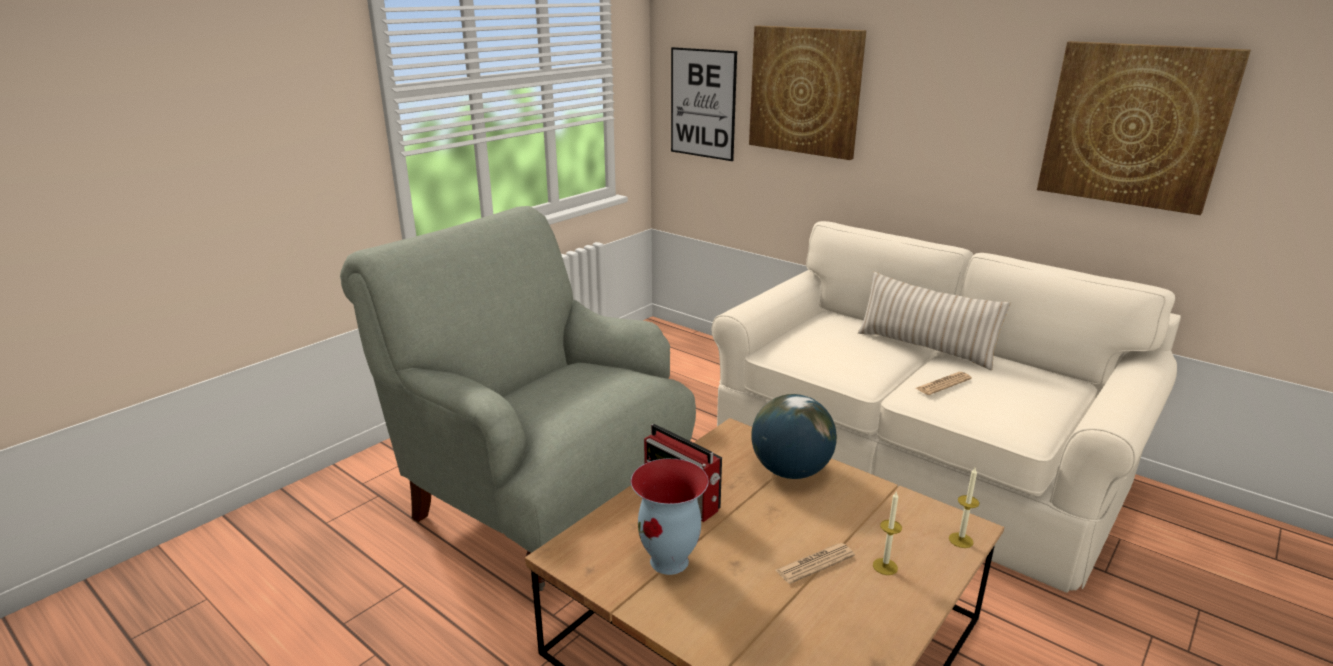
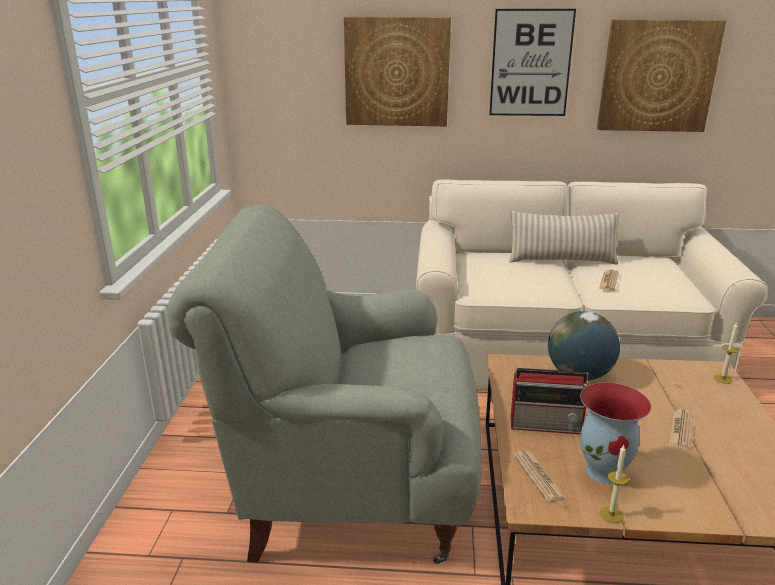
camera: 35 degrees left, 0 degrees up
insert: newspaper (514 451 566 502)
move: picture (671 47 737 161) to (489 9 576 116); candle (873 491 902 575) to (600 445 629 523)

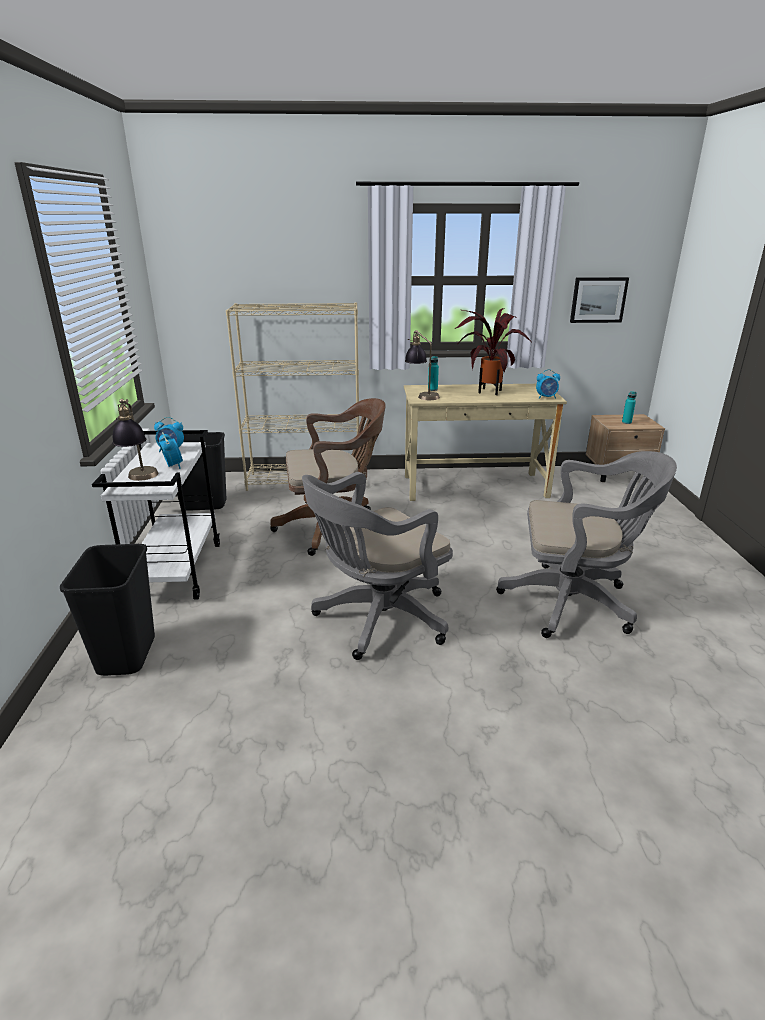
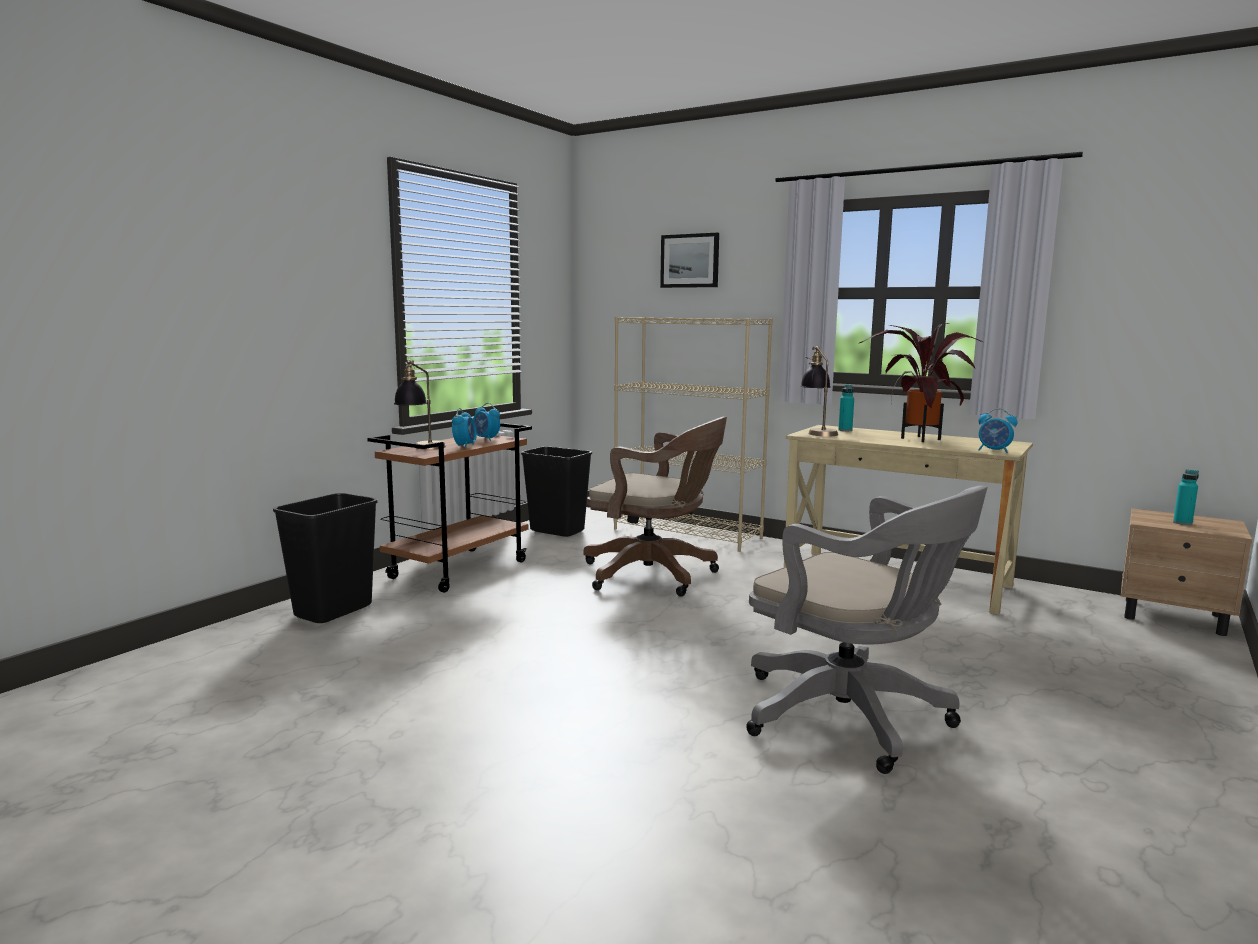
camera: 35 degrees right, 15 degrees down
delete: grey office chair (302 472 453 660)
move: picture (570 277 629 323) to (660 233 719 288)
recolor: white cart (92 430 220 600) to brown cart (367 423 532 593)

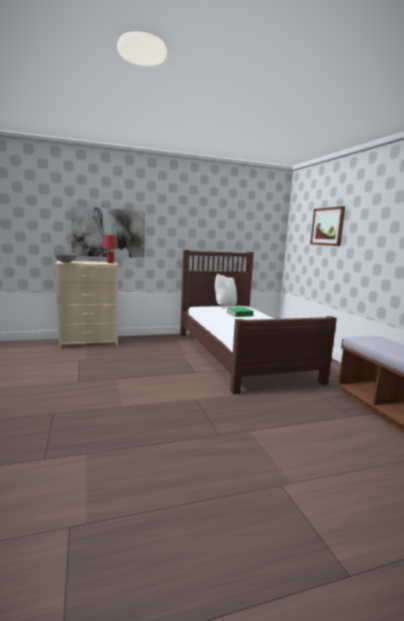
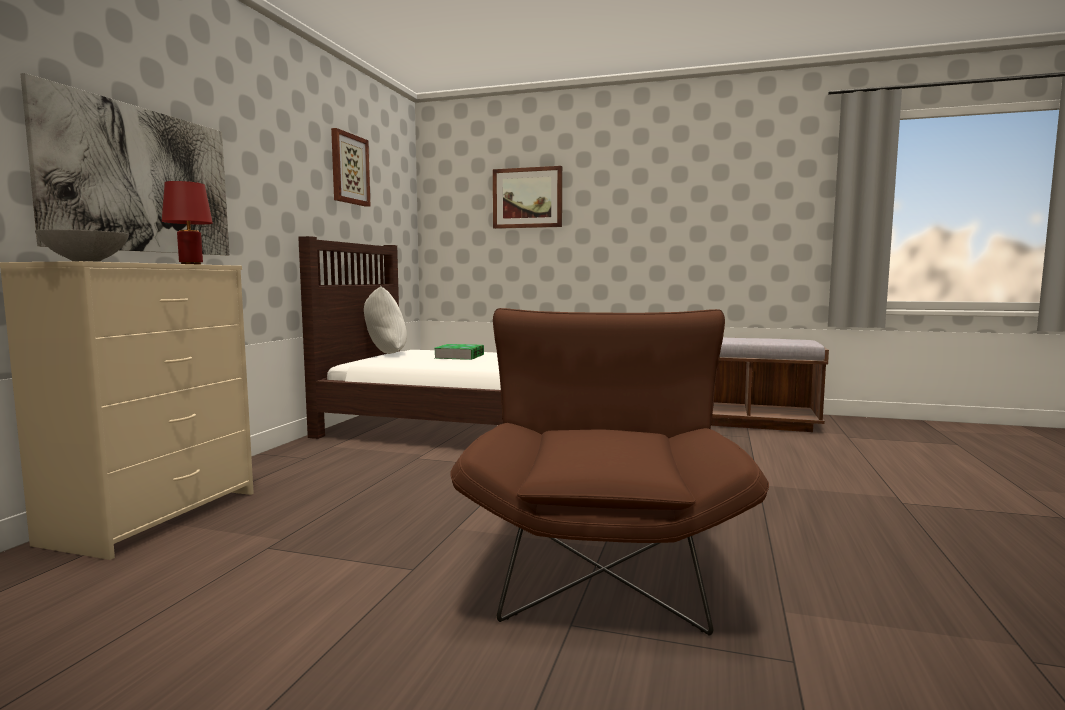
camera: 55 degrees left, 5 degrees down
insert: picture (331 128 371 207); brown armchair (450 308 769 636)

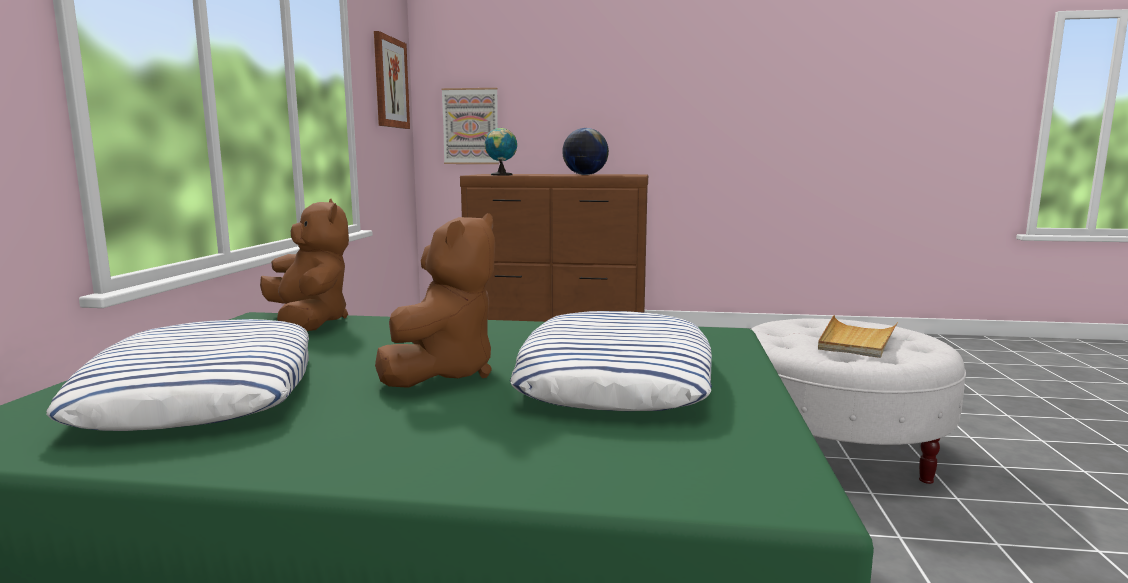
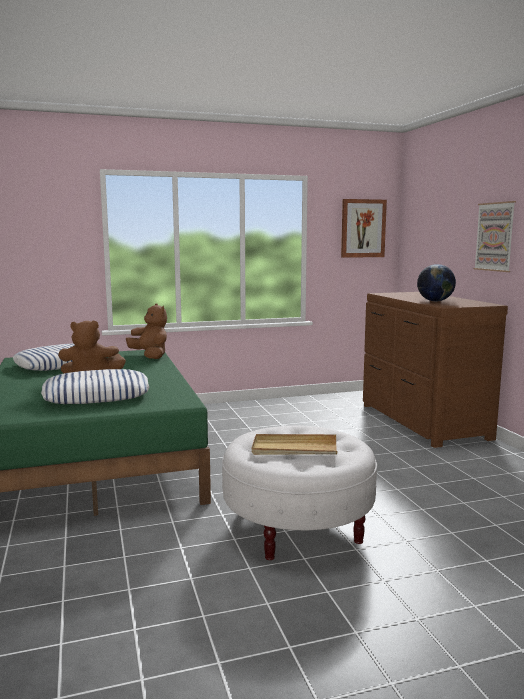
camera: 65 degrees right, 0 degrees up
delete: globe (485 128 517 175)
move: picture (441 88 499 164) to (474 201 516 272)
rotate: brown plush toy (260 199 349 331) = (126 304 167 359) 75 degrees counterclockwise

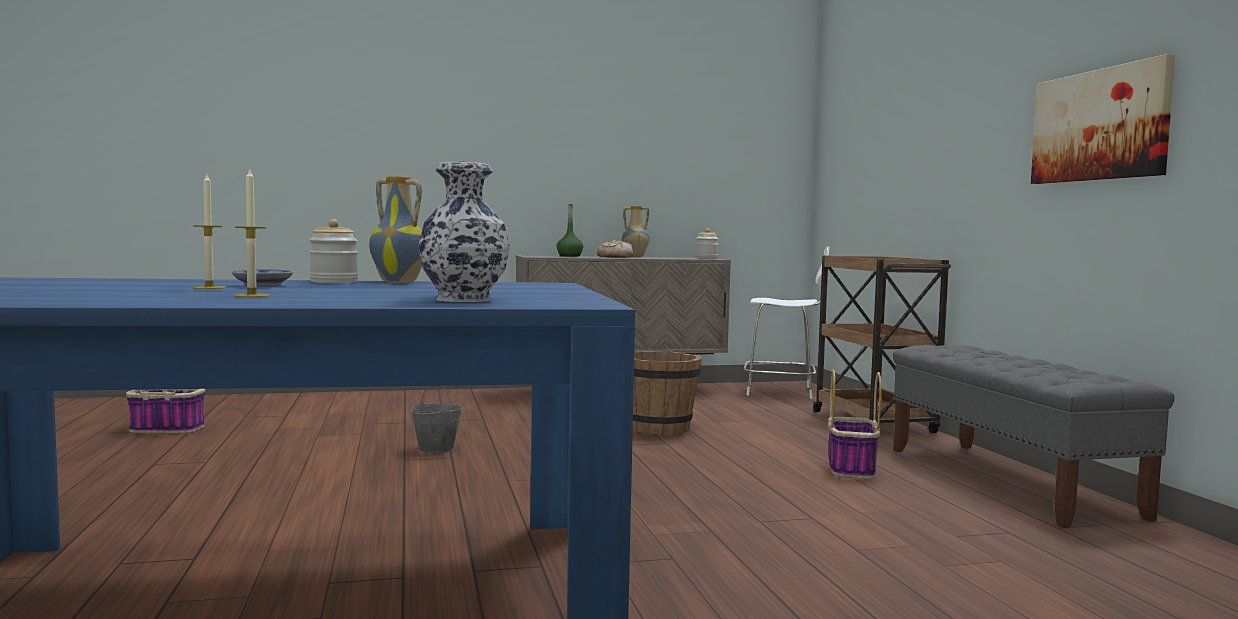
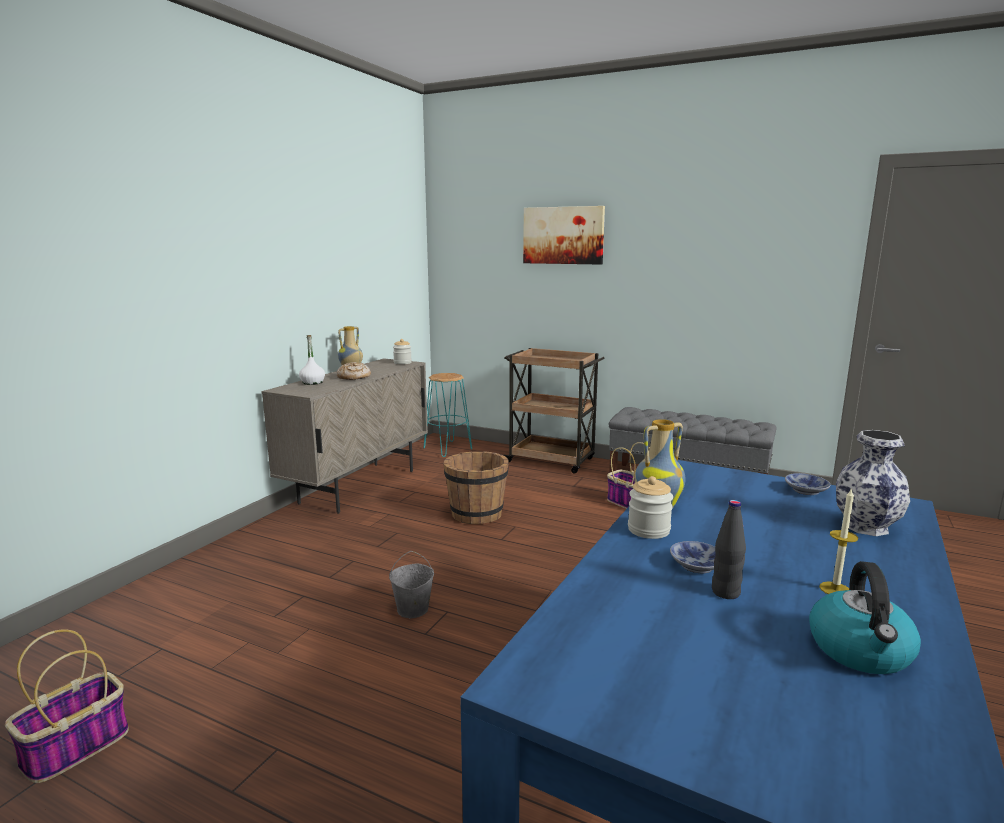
camera: 50 degrees left, 10 degrees up
insert: bowl (785 473 831 495); kettle (809 561 921 674)
move: picture (1031 54 1175 184) to (523 206 605 265)
replace: candle (192 174 226 289) to black bottle (712 500 746 599); white chair (744 247 830 399) to turquoise stool (423 373 472 457)
recolor: green bottle (556 204 583 257) to white bottle (299 335 325 385)

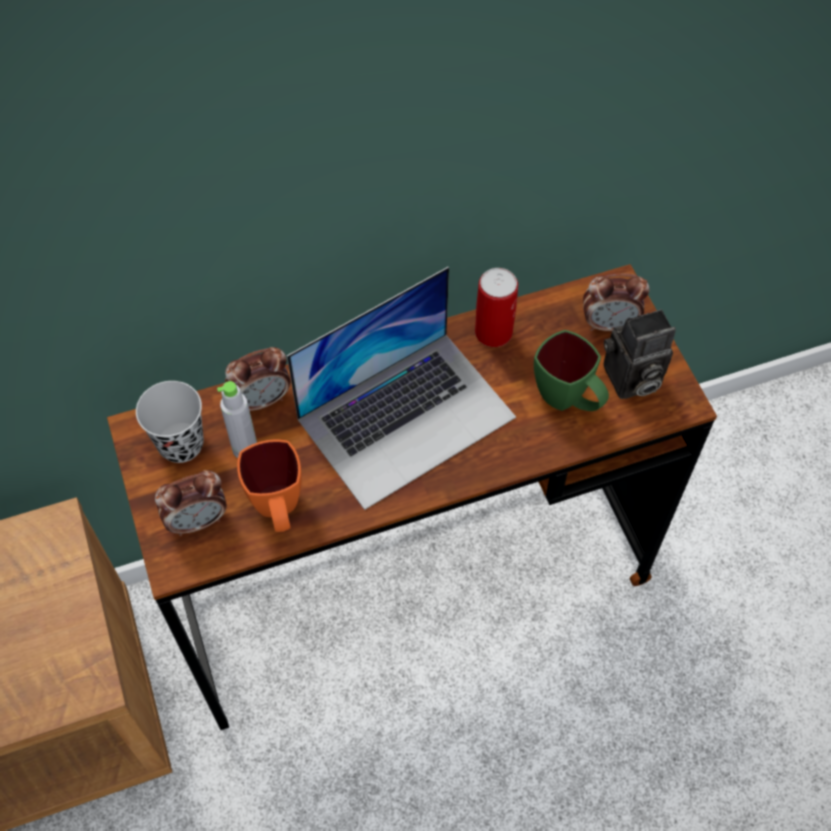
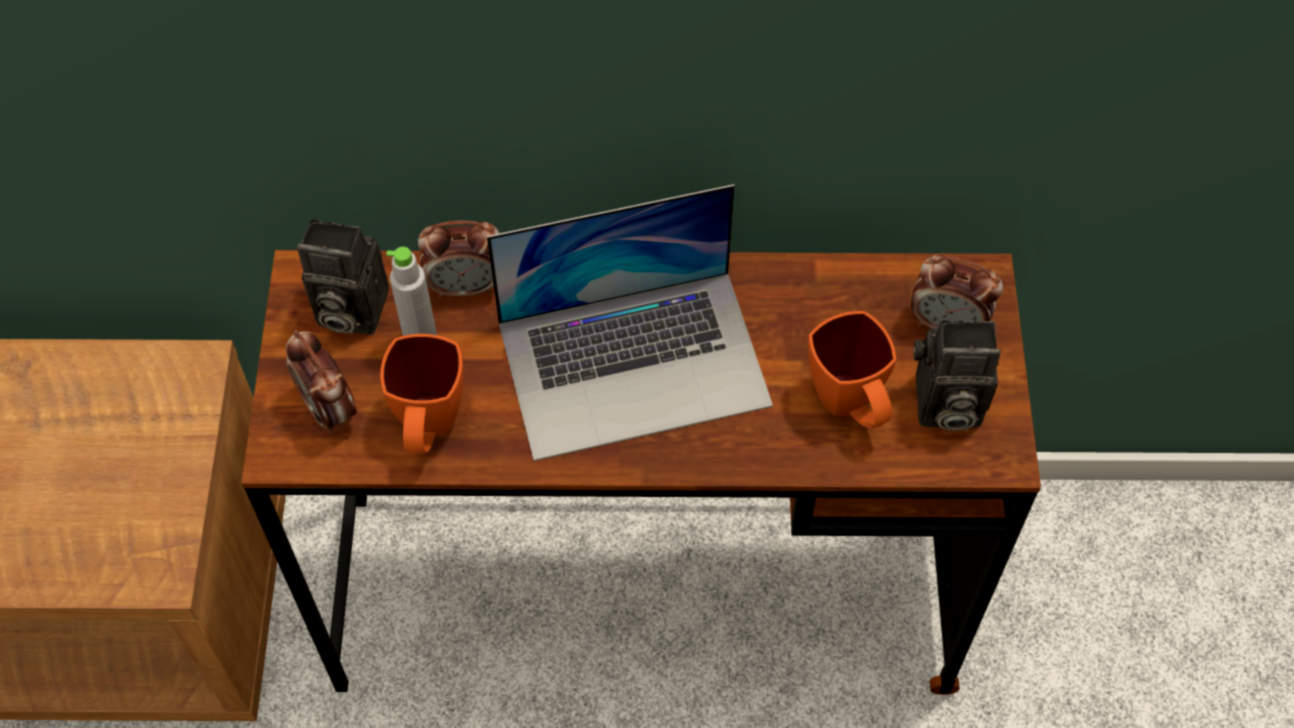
camera: 20 degrees right, 0 degrees up
delete: can (475 268 518 347)
replace: black cup (136 381 204 463) to photo camera (297 219 389 335)
recolor: green mug (534 330 609 411) to orange mug (808 311 896 428)
rotate: alarm clock (155 470 227 536) = (286 330 357 433) 60 degrees clockwise

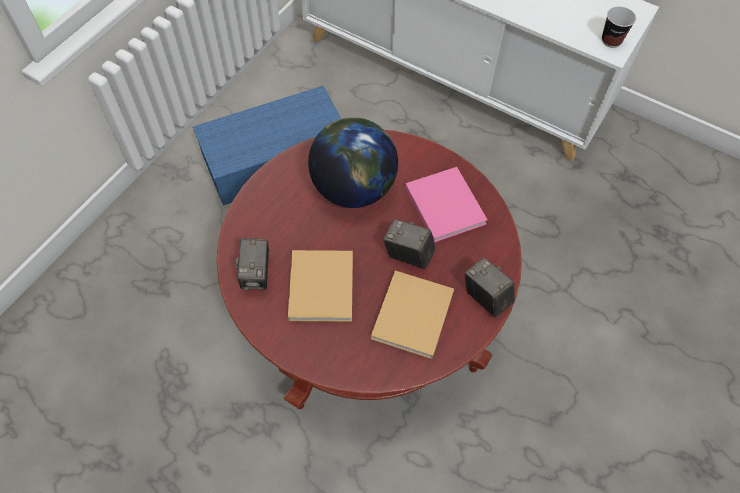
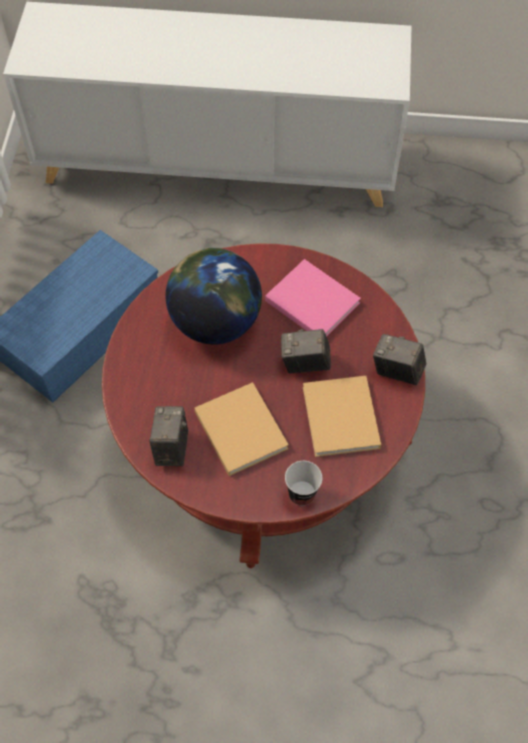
camera: 25 degrees left, 0 degrees up
move: cup (602 6 636 48) to (285 461 322 506)
rotate: photo camera (236 238 269 290) = (149 406 188 466) 150 degrees counterclockwise

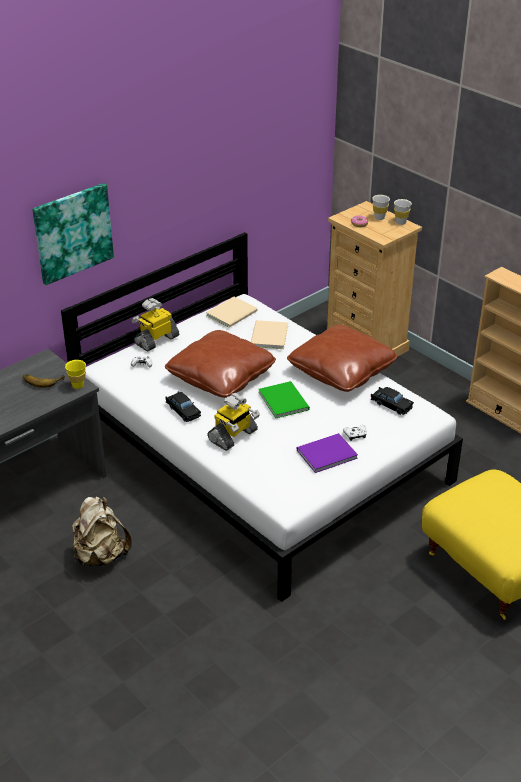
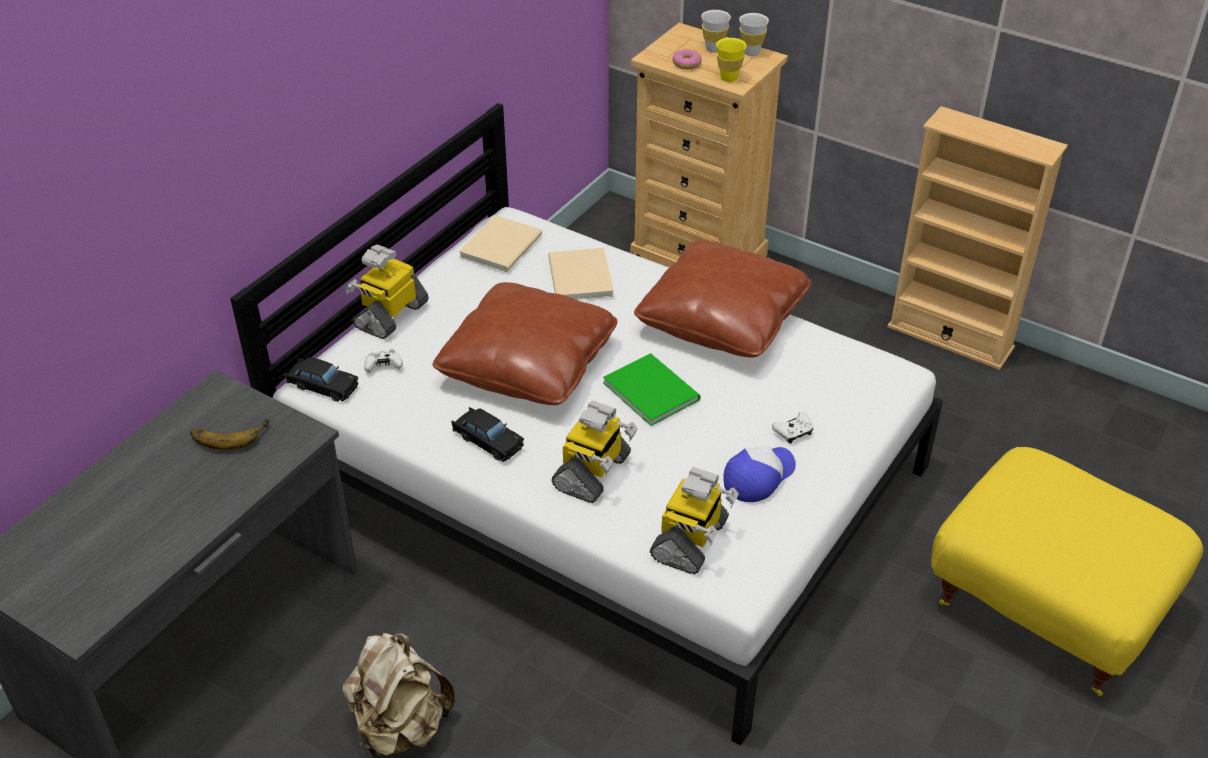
camera: 15 degrees left, 5 degrees up
delete: picture (32 183 114 285)
insert: toy robot (650 467 739 575)
move: yellow cup (65 360 86 389) to (716 38 747 82); black toy car (371 387 414 415) to (284 357 358 402)
replace: purple book (297 433 358 473) to cap (723 447 796 502)

